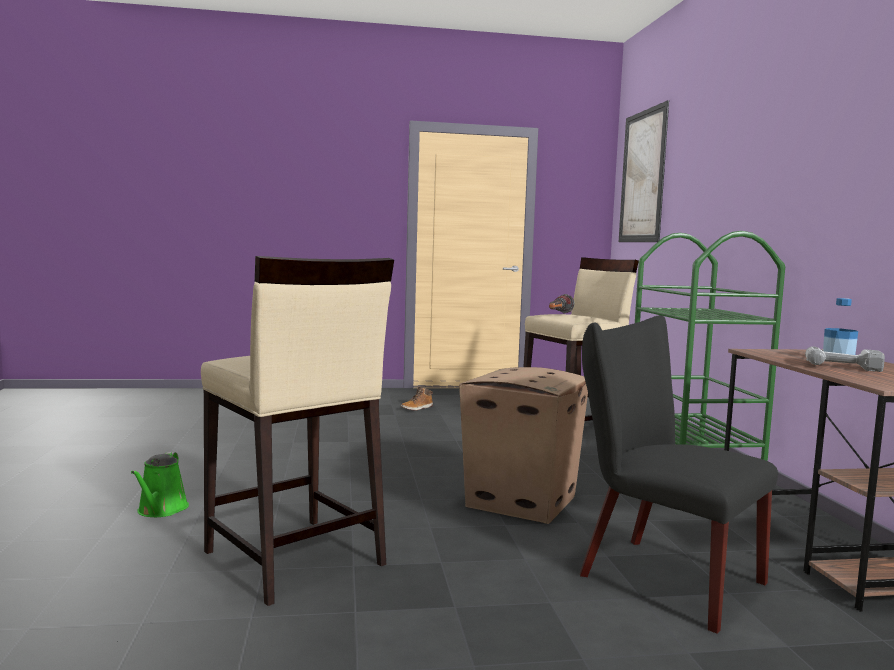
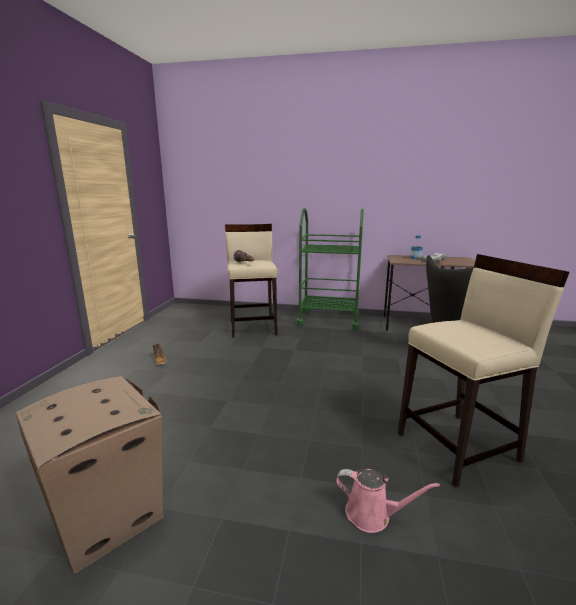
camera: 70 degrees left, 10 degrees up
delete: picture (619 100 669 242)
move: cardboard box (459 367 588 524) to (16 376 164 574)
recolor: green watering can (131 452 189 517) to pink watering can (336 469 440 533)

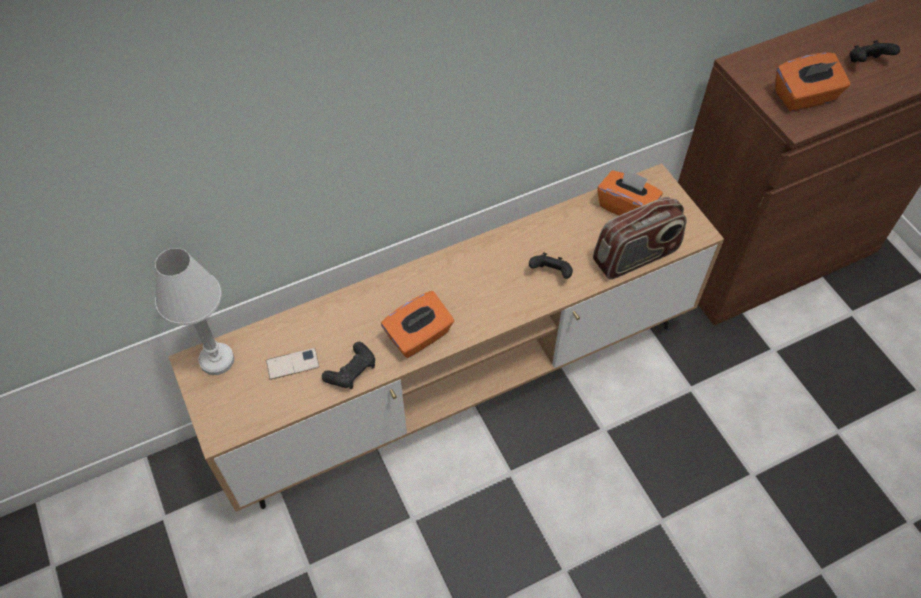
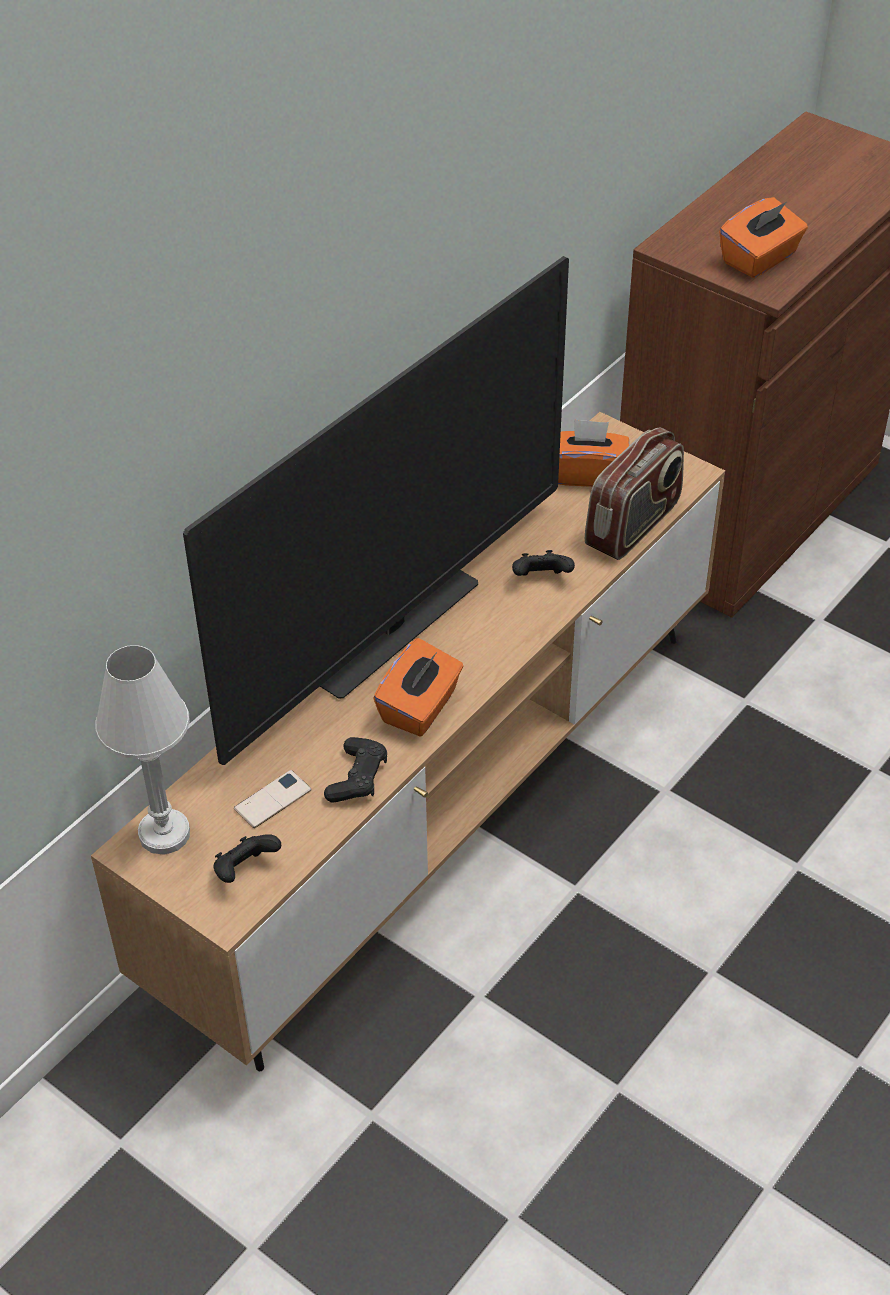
camera: 25 degrees left, 10 degrees down
insert: television (183 256 569 765)
move: black game controller (850 40 900 62) to (213 834 281 883)

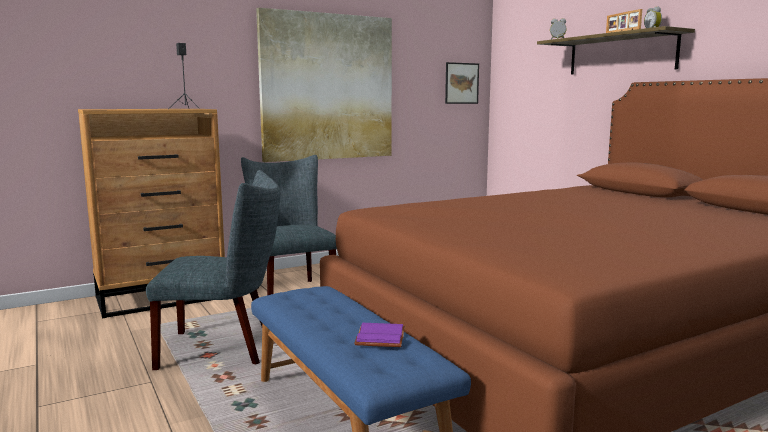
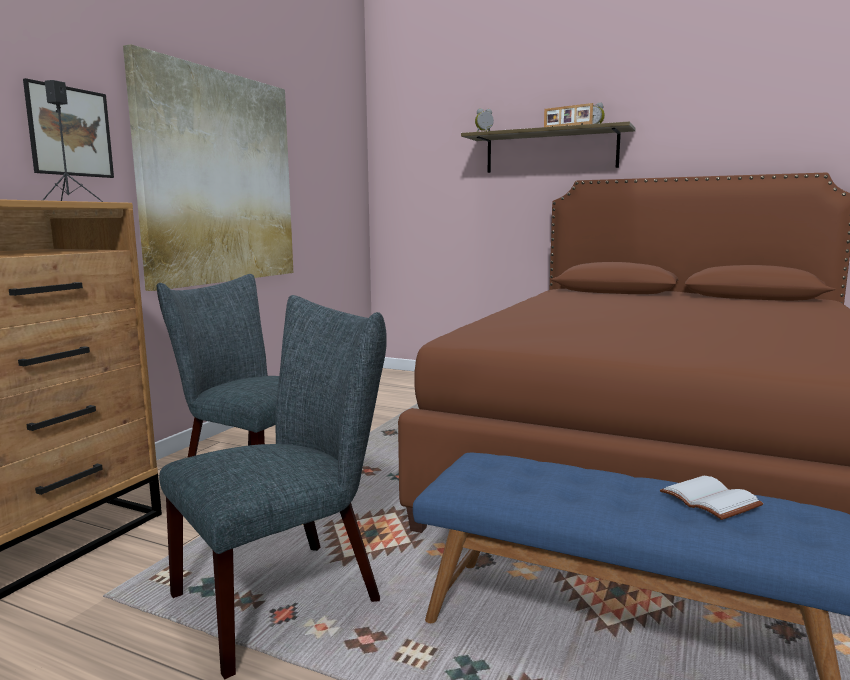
camera: 35 degrees left, 0 degrees up
move: picture (445 62 479 104) to (23 78 114 178)
recolor: purple book (354 323 405 347) to white book (660 476 764 520)

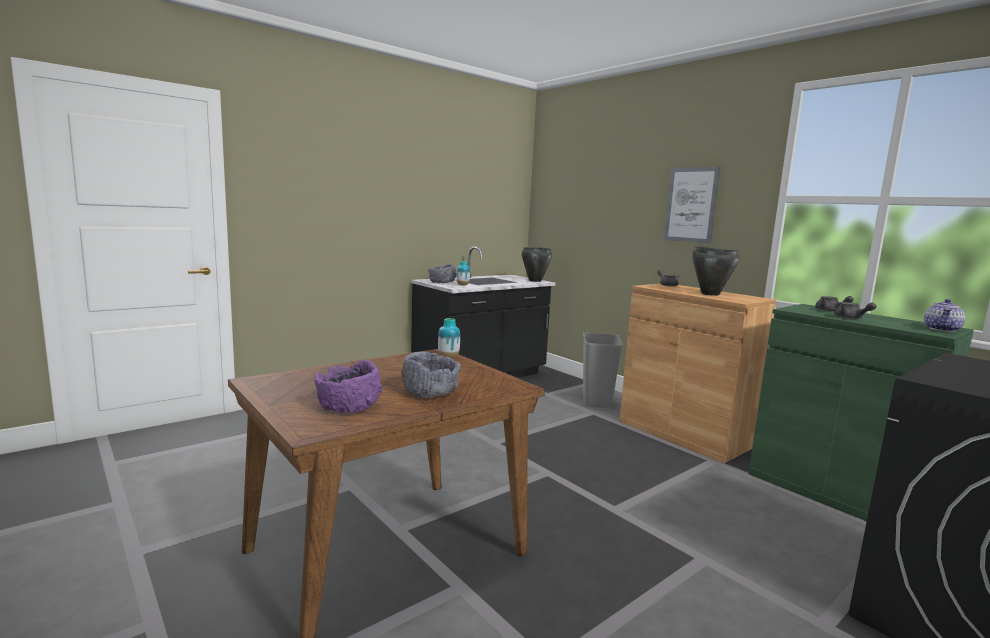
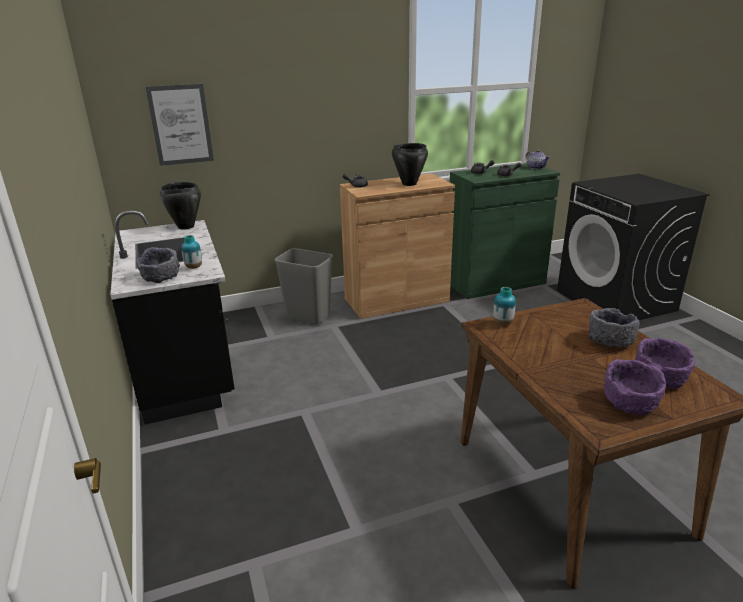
camera: 70 degrees left, 15 degrees up
insert: purple bowl (604 359 666 415)
move: picture (664 167 720 243) to (146 84 214 166)

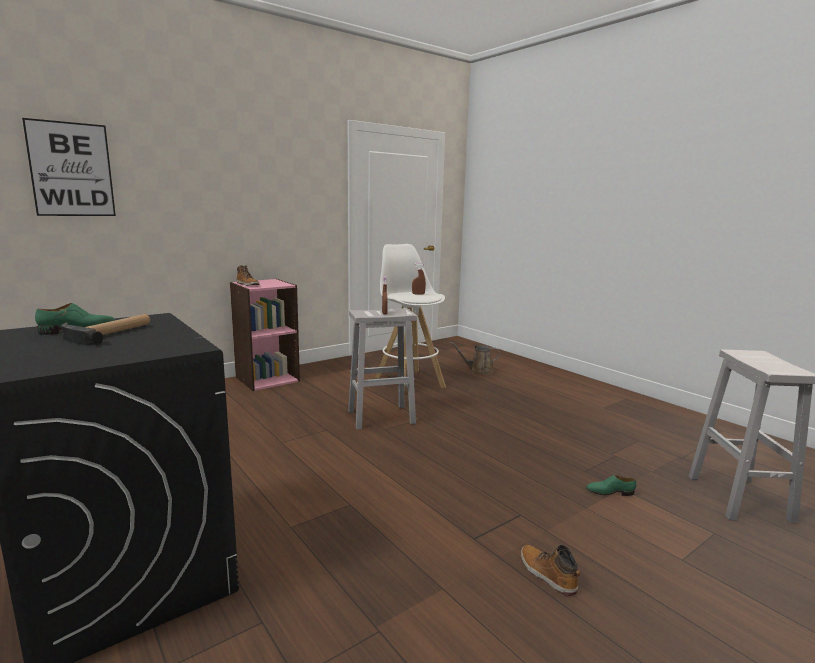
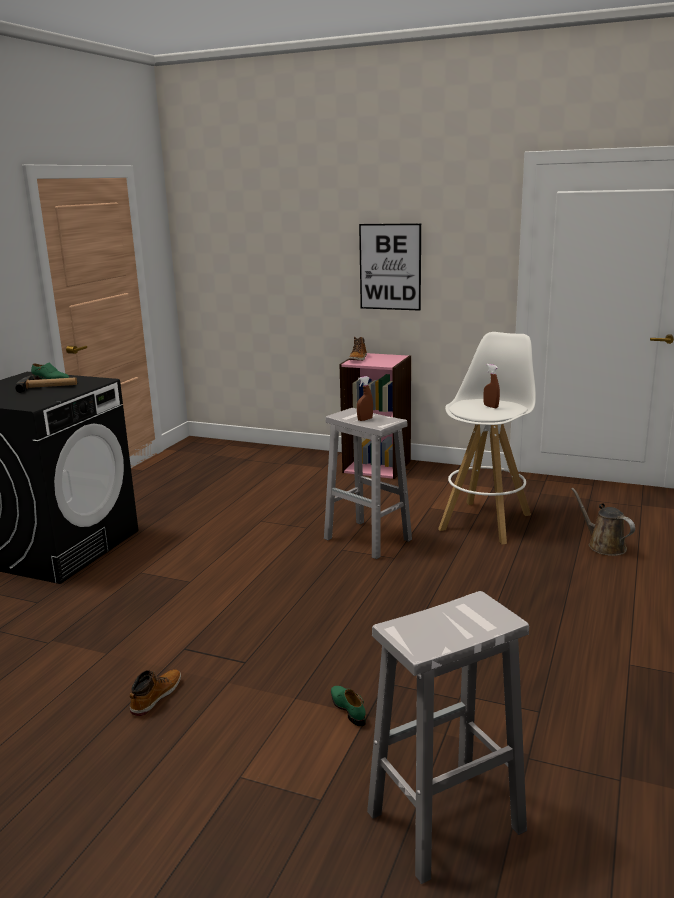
camera: 60 degrees right, 5 degrees up
move: picture (22 118 116 216) to (359 223 421 311)

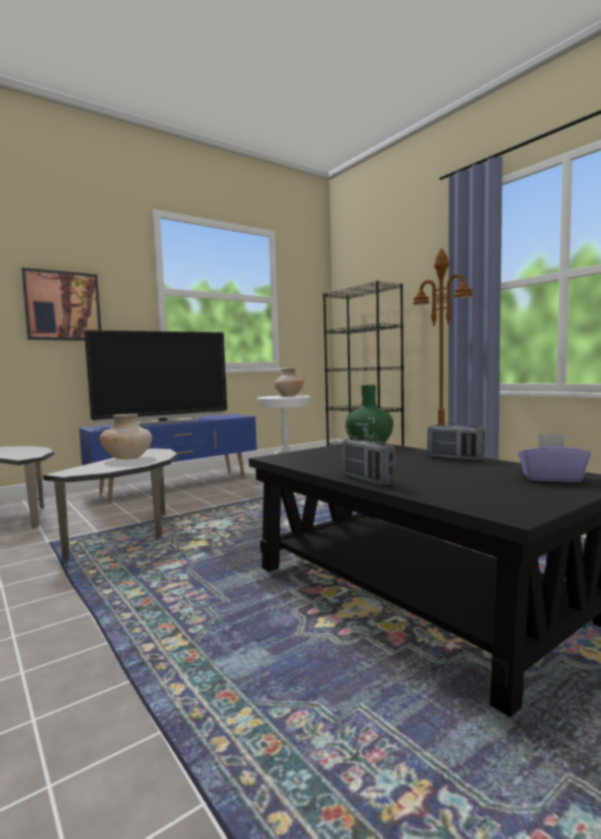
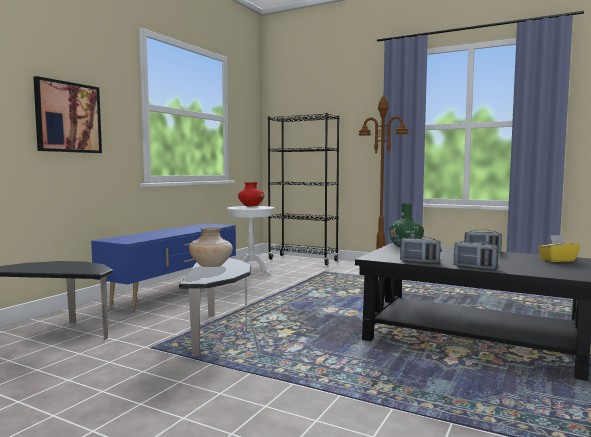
camera: 25 degrees left, 0 degrees up
delete: television (84 330 227 426)
insert: radio (400 236 441 263)
recolor: beige vase (274 368 304 396) to red vase (238 182 265 207); purple tissue box (518 433 590 482) to yellow tissue box (538 235 580 262)

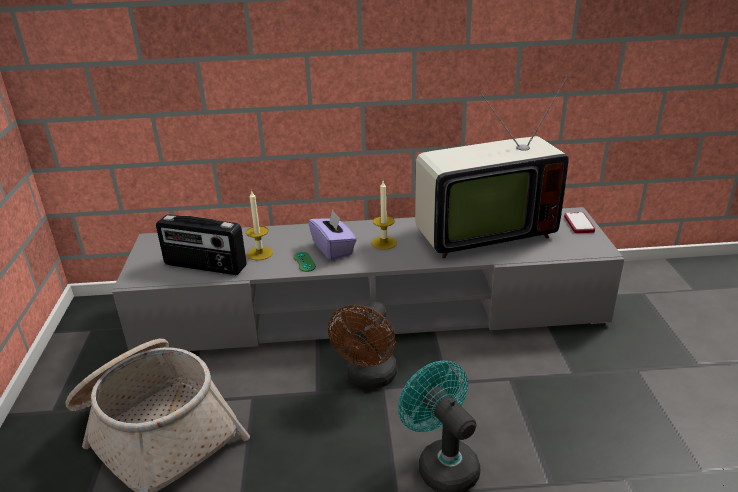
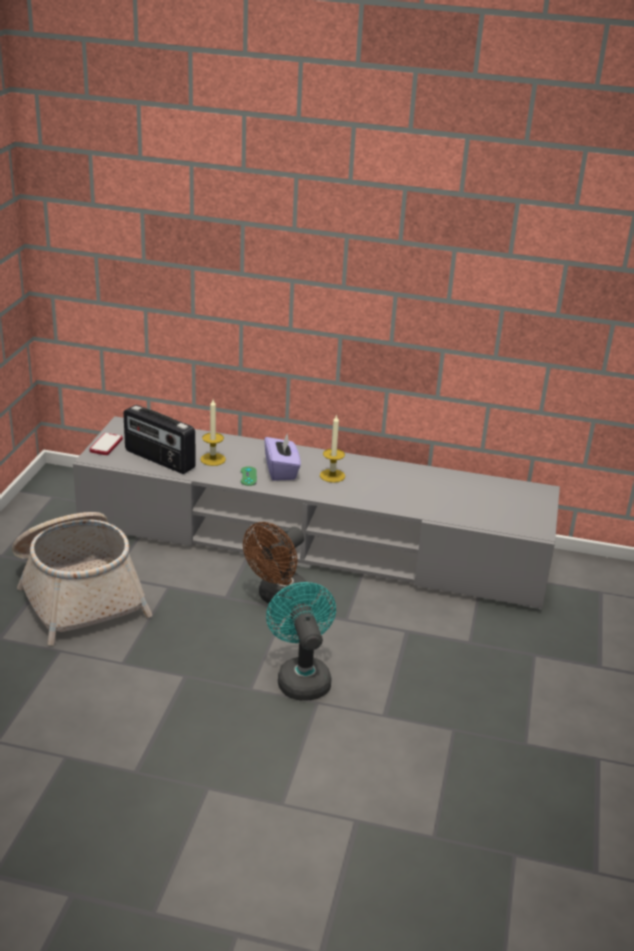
camera: 15 degrees right, 0 degrees up
delete: television (415 76 568 258)
move: phone (564 212 595 233) to (89 433 123 455)

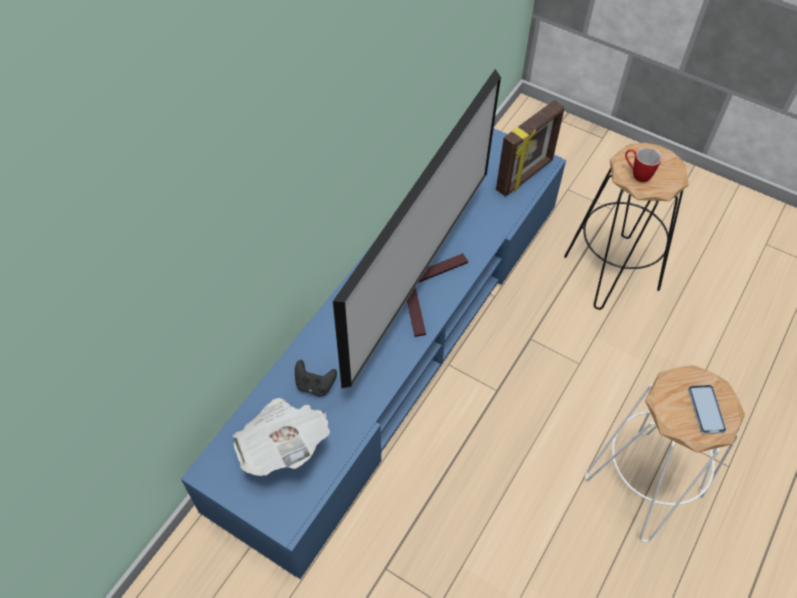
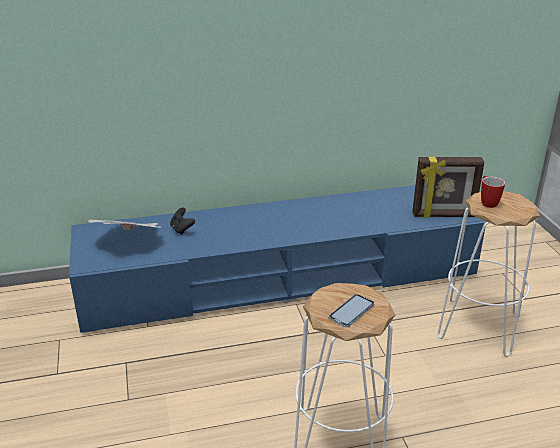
camera: 45 degrees right, 25 degrees down
delete: television (333 69 501 388)
recolor: black stool (564 143 689 310) to white stool (438 191 540 357)

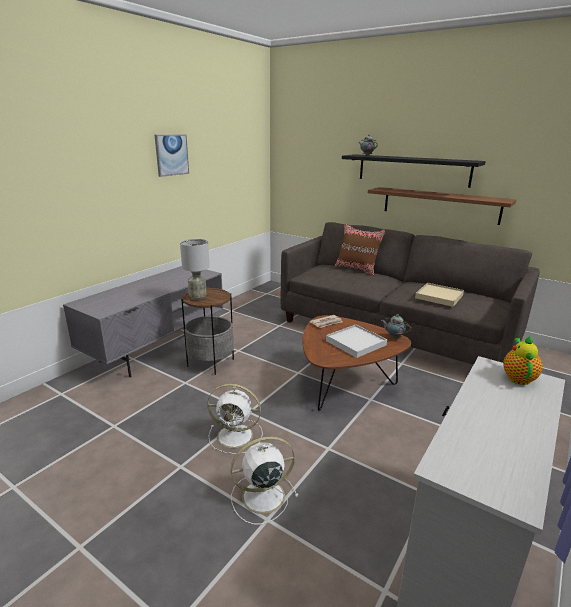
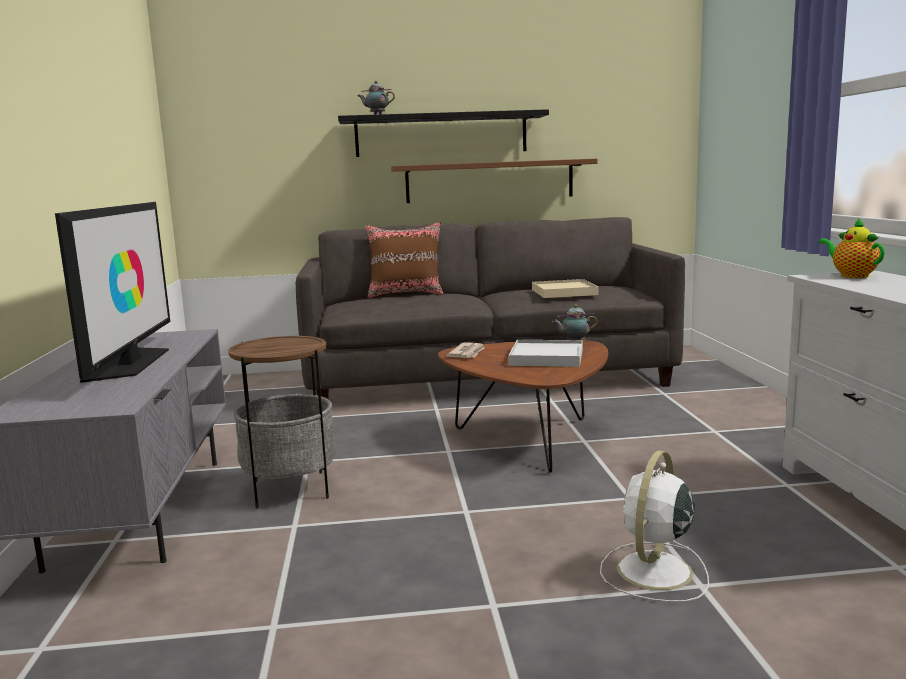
camera: 40 degrees left, 10 degrees down
delete: picture (155 134 189 177); grey table lamp (180 239 210 300); white fan (207 384 263 454)
insert: television (55 202 170 383)

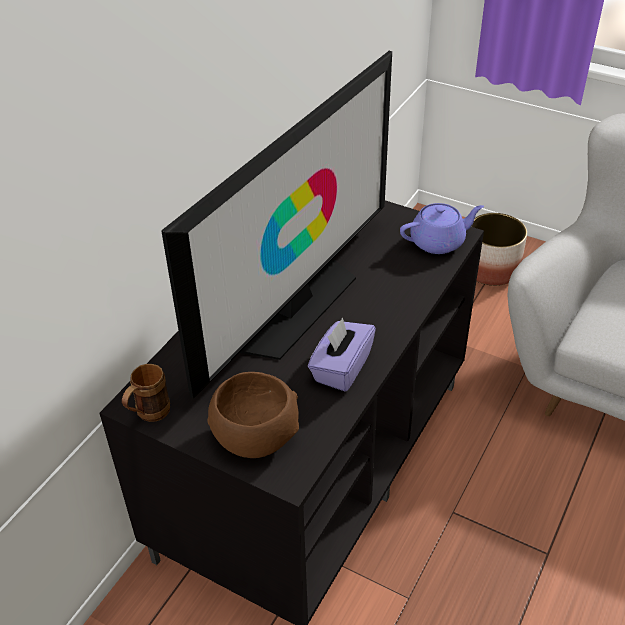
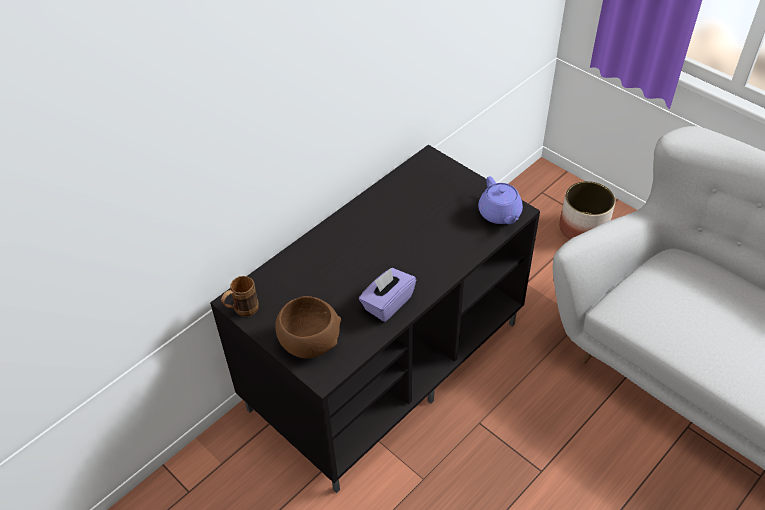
camera: 15 degrees right, 5 degrees up
delete: television (161 51 392 399)
rotate: purple teapot (400 203 484 254) = (478 176 523 224) 75 degrees clockwise

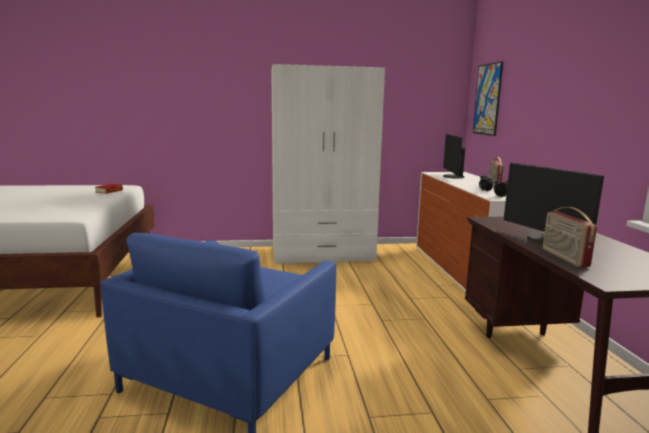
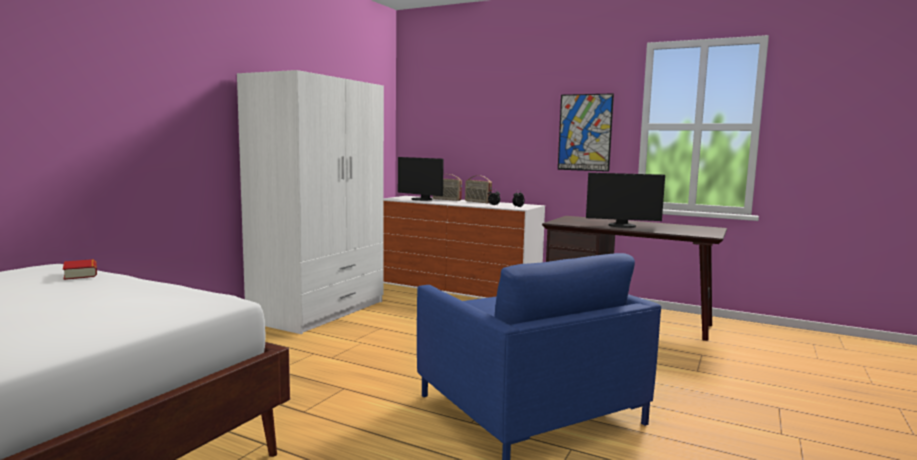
camera: 55 degrees left, 5 degrees down
move: picture (473 61 503 136) to (558 93 614 172); radio (543 207 597 267) to (433 174 462 201)

